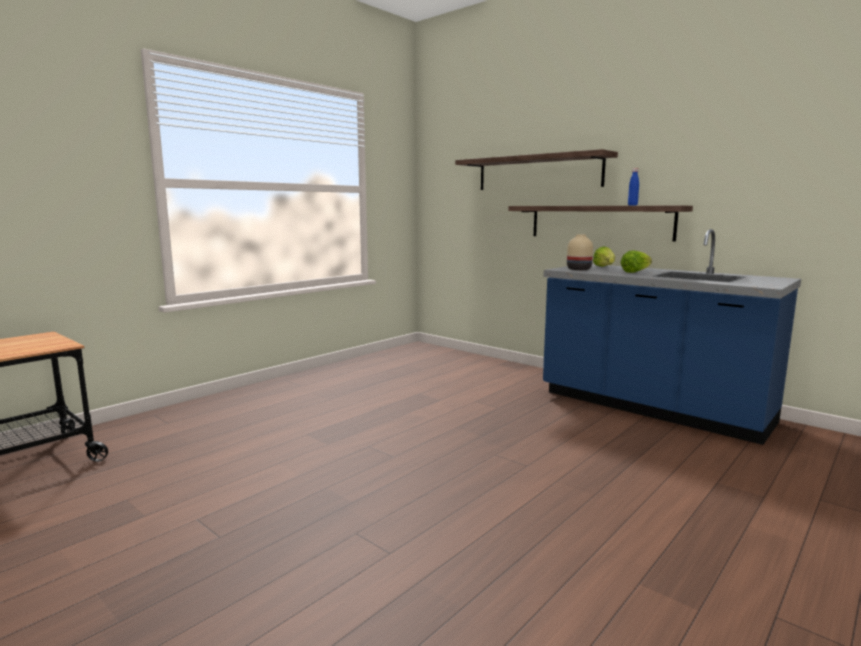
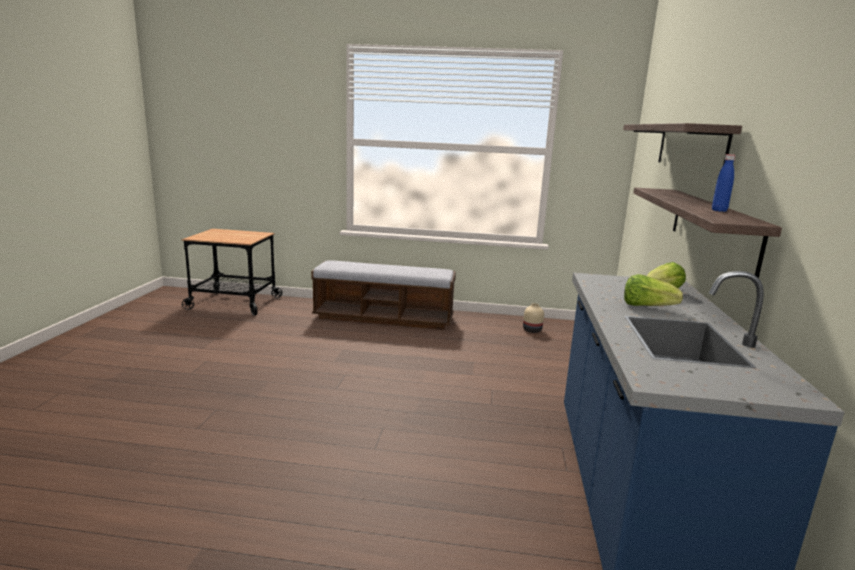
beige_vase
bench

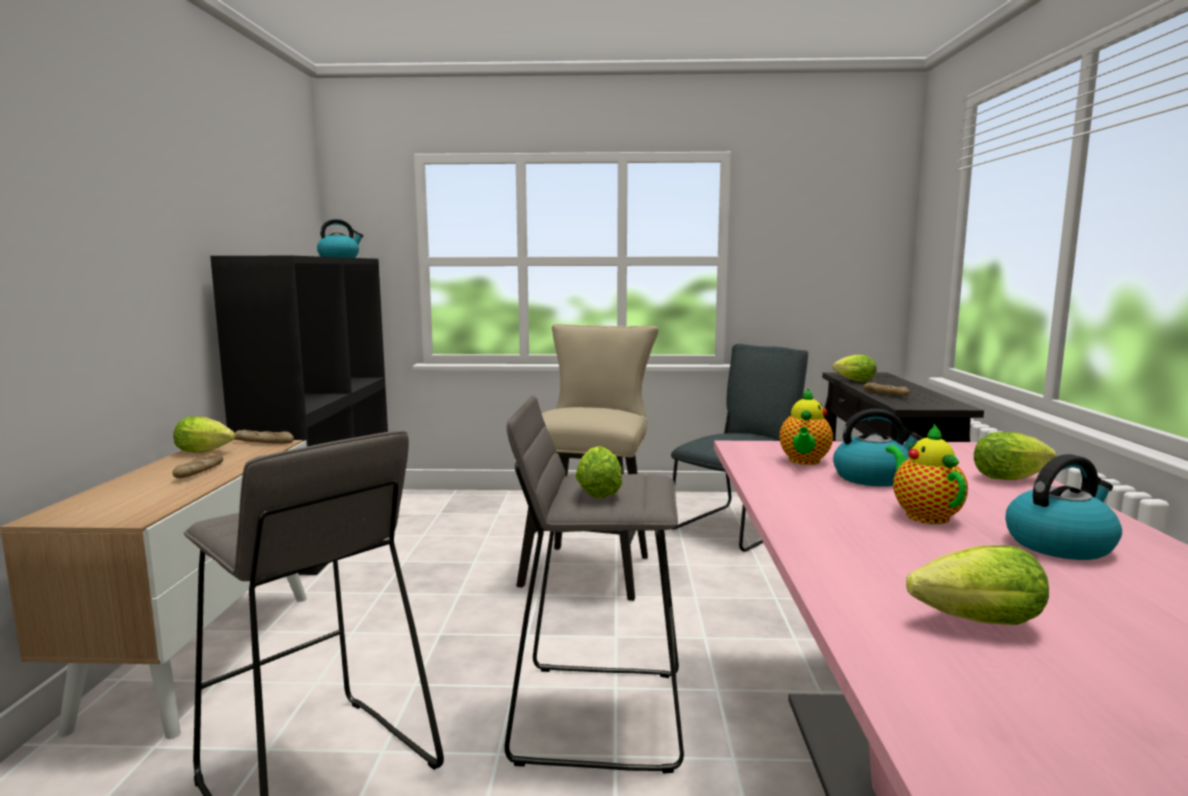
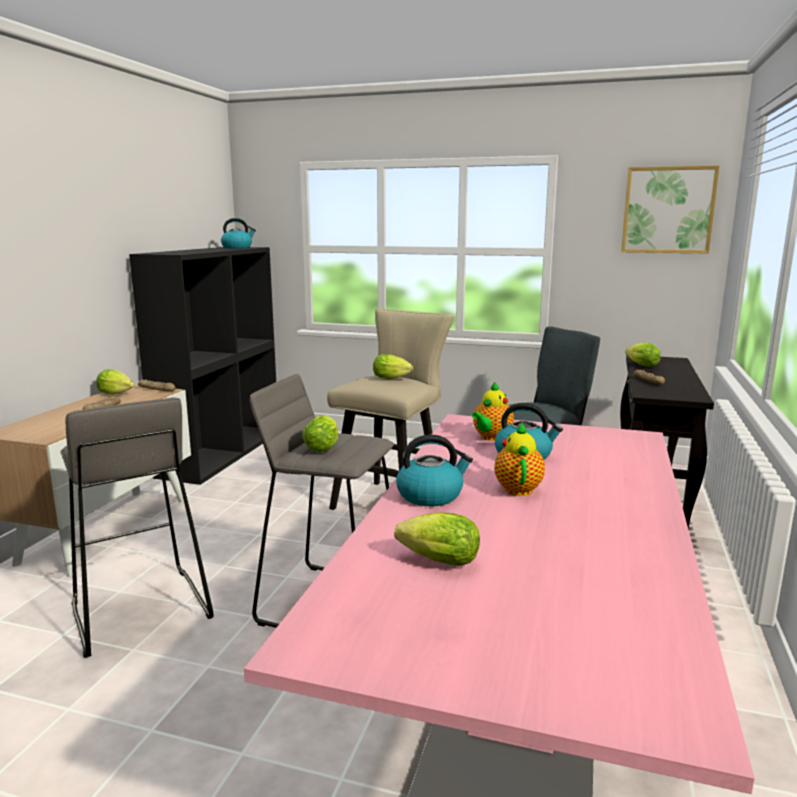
lettuce (no. 3 from left)
kettle (no. 2 from left)
picture

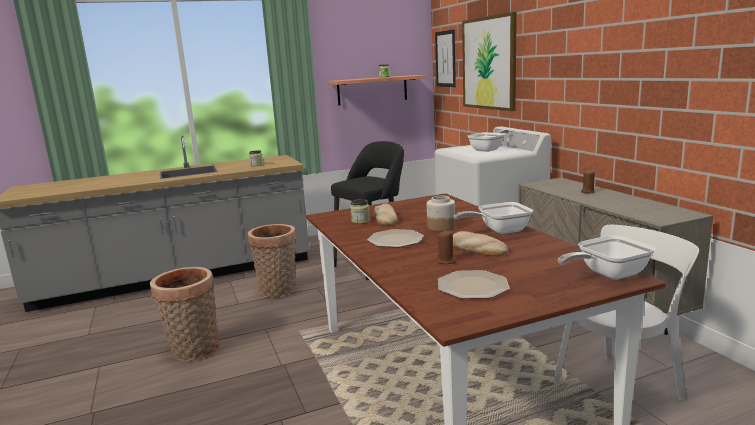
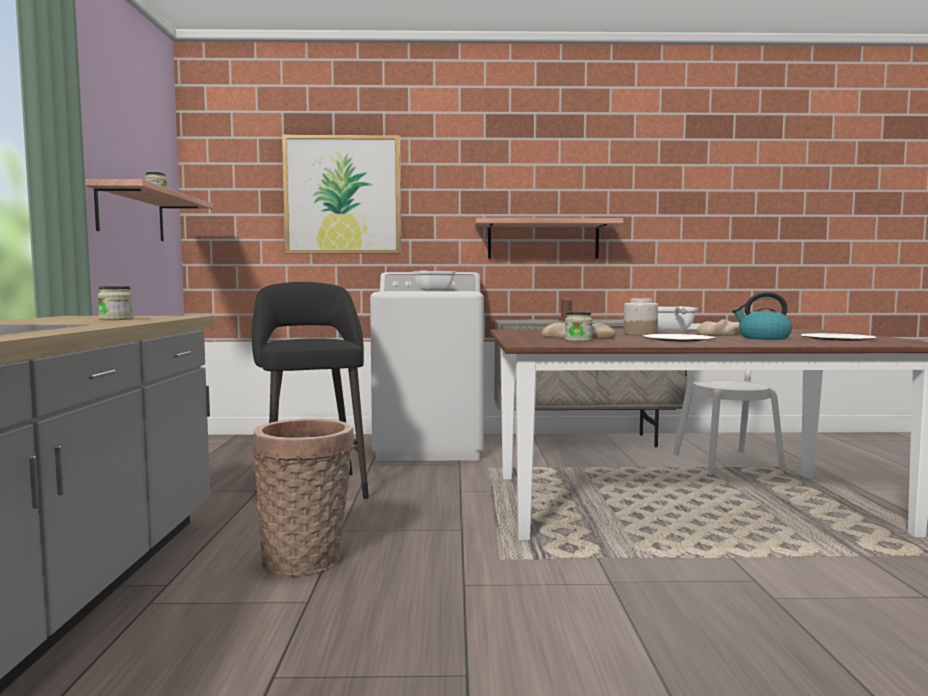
picture (no. 1 from left in the first image)
kettle
frying_pan (no. 3 from left in the first image)
basket (no. 1 from left in the first image)
shelf (no. 2 from left)

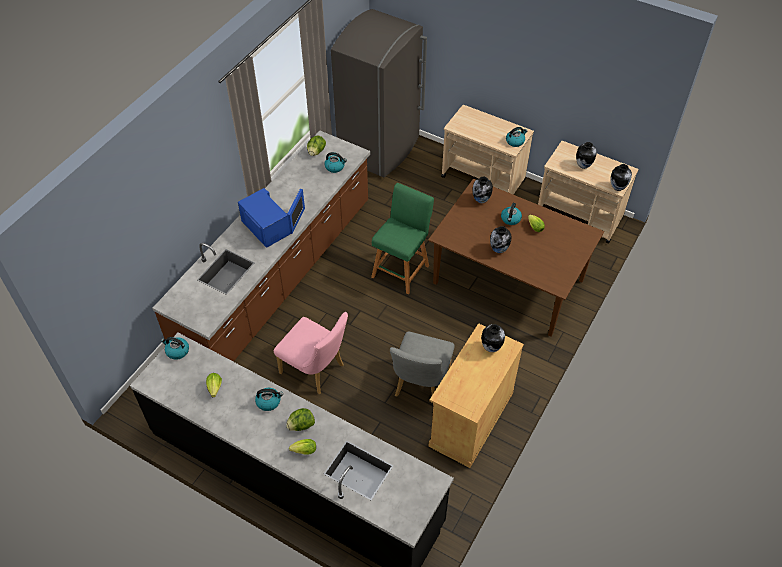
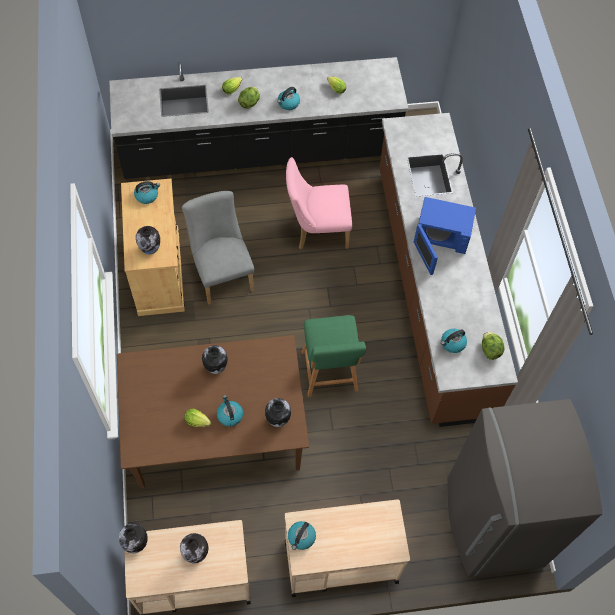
kettle (no. 1 from left)

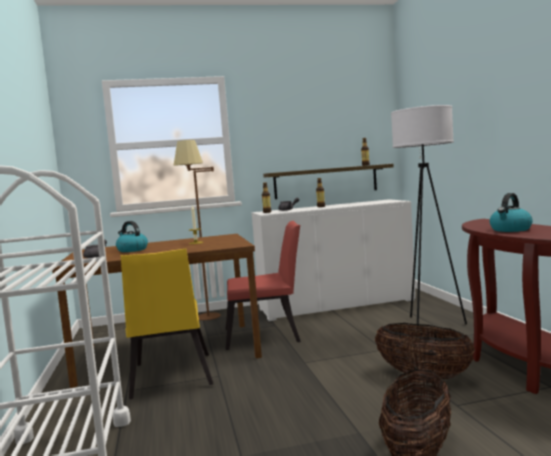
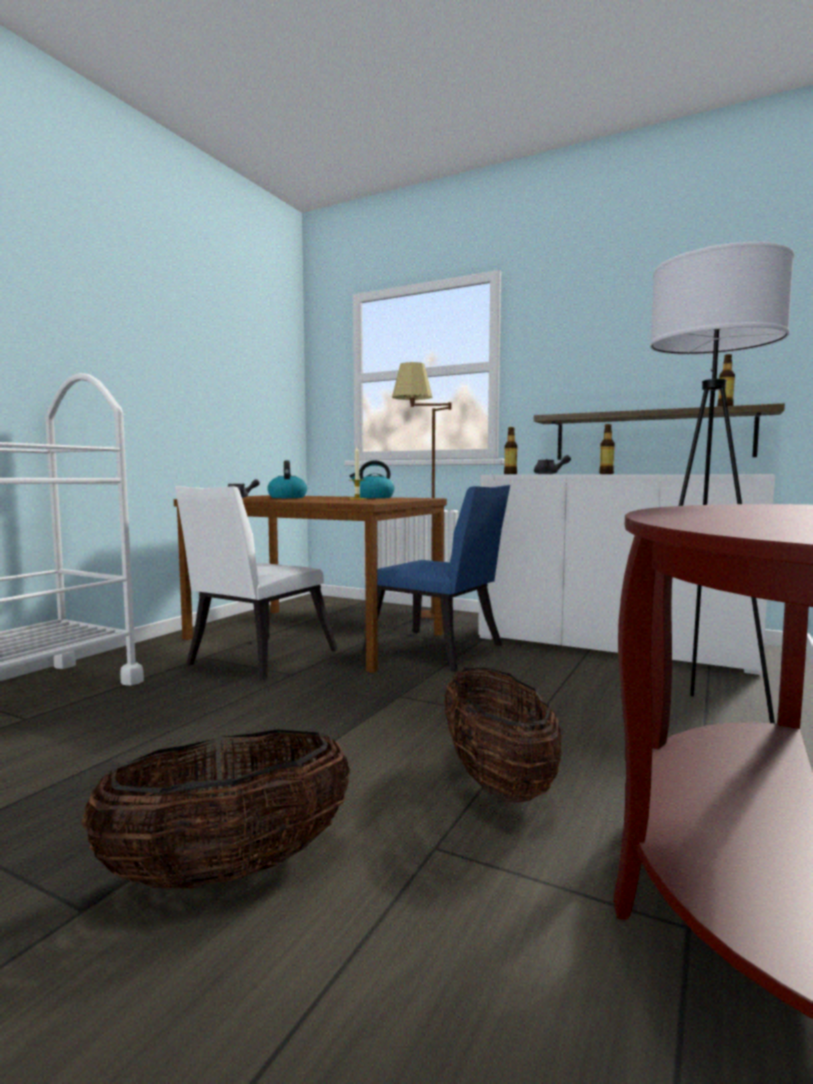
kettle (no. 2 from left)
blue_chair
white_chair

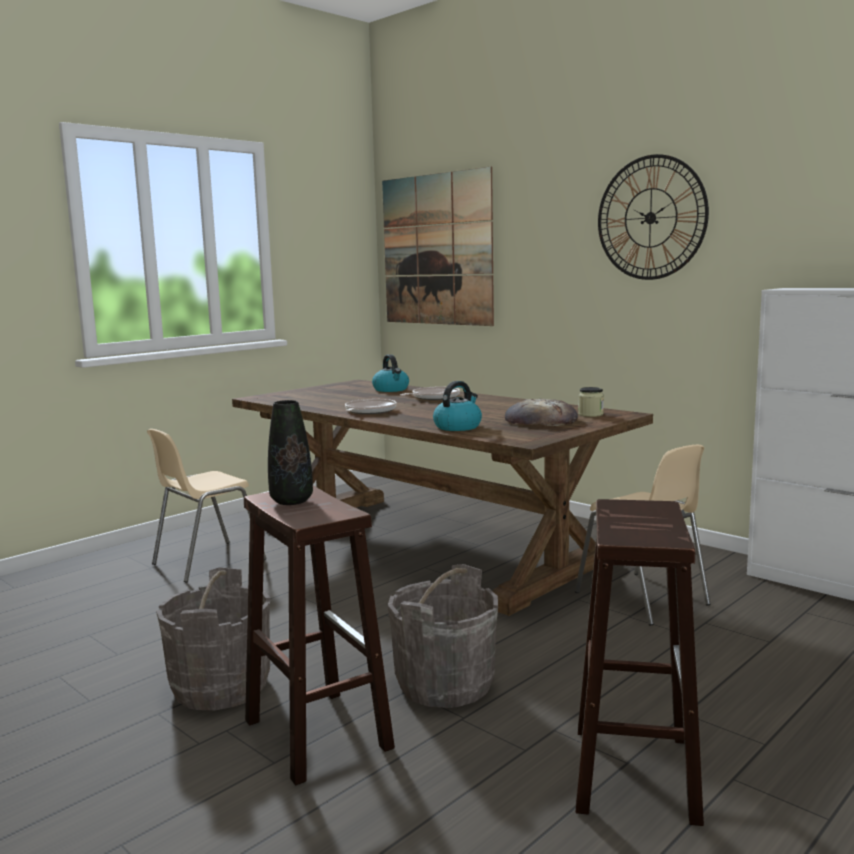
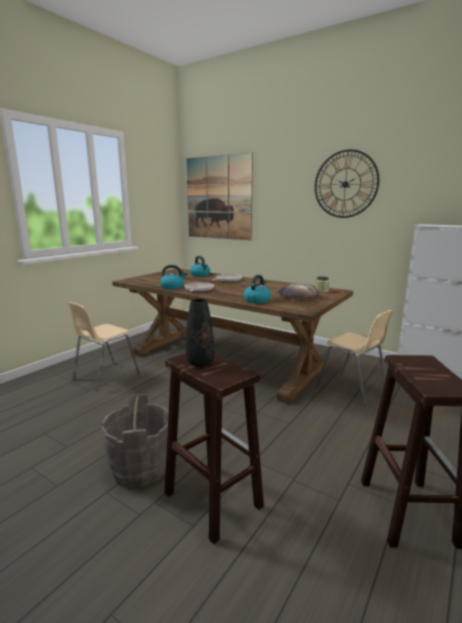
grey_bucket (no. 2 from left in the first image)
kettle (no. 1 from left)

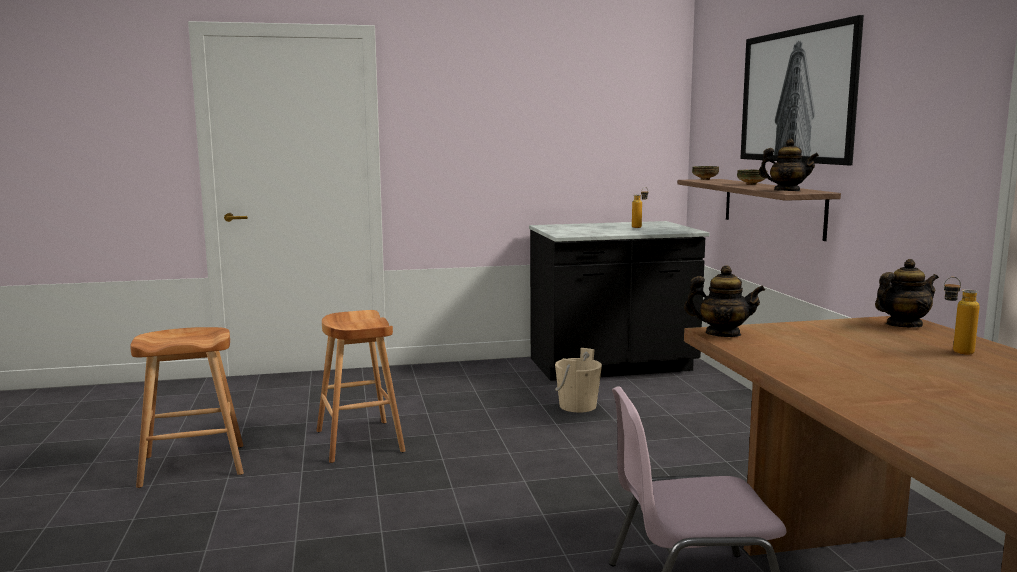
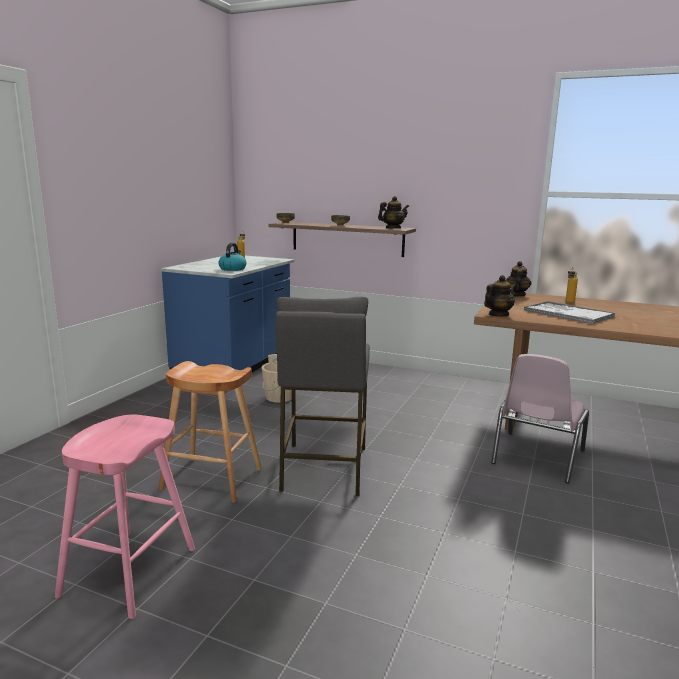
picture
blue_counter
pink_stool
kettle
grey_stool
tray

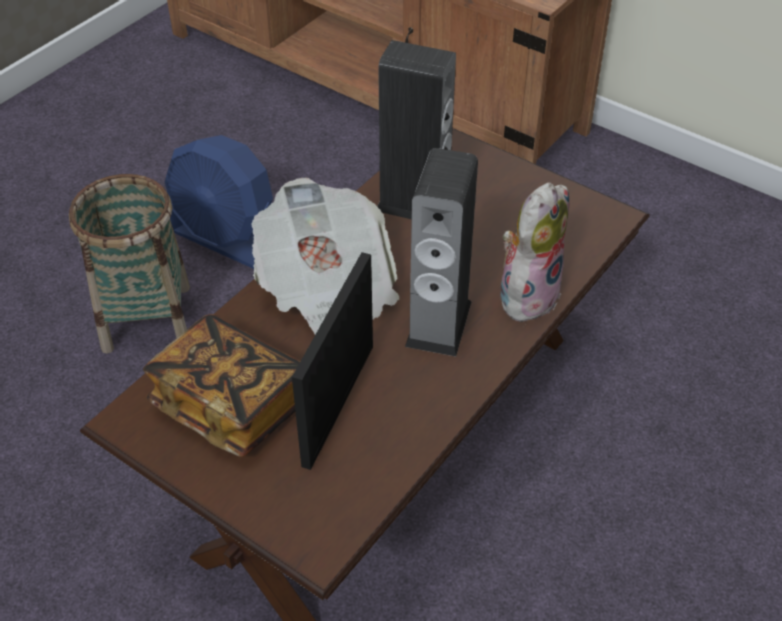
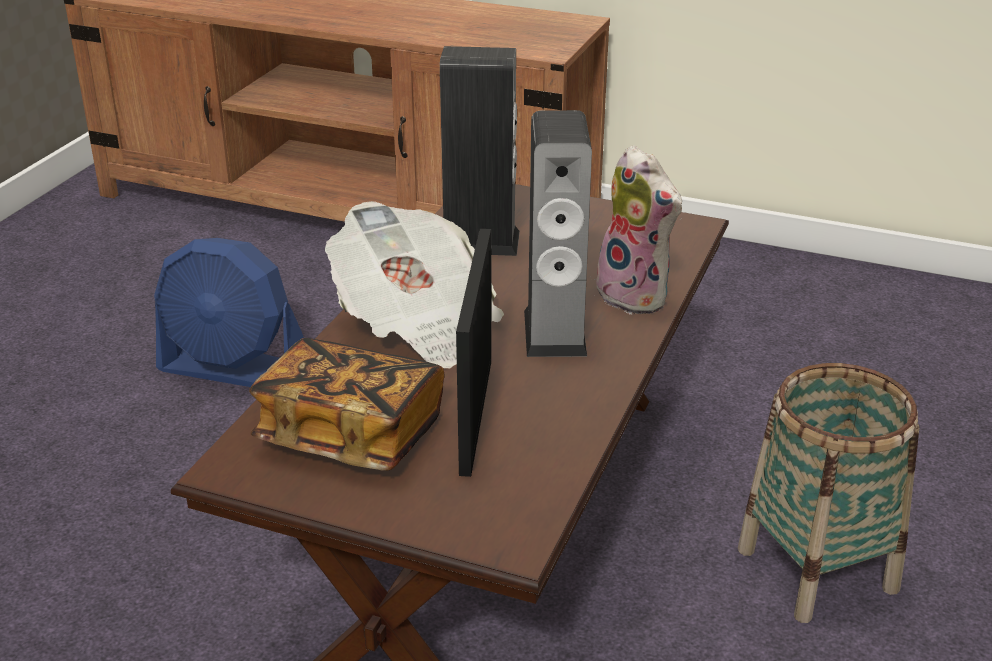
basket
plush_toy

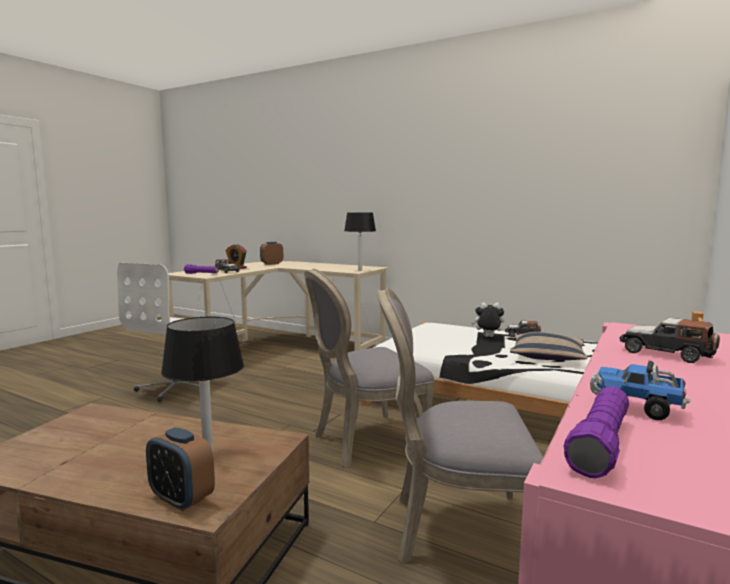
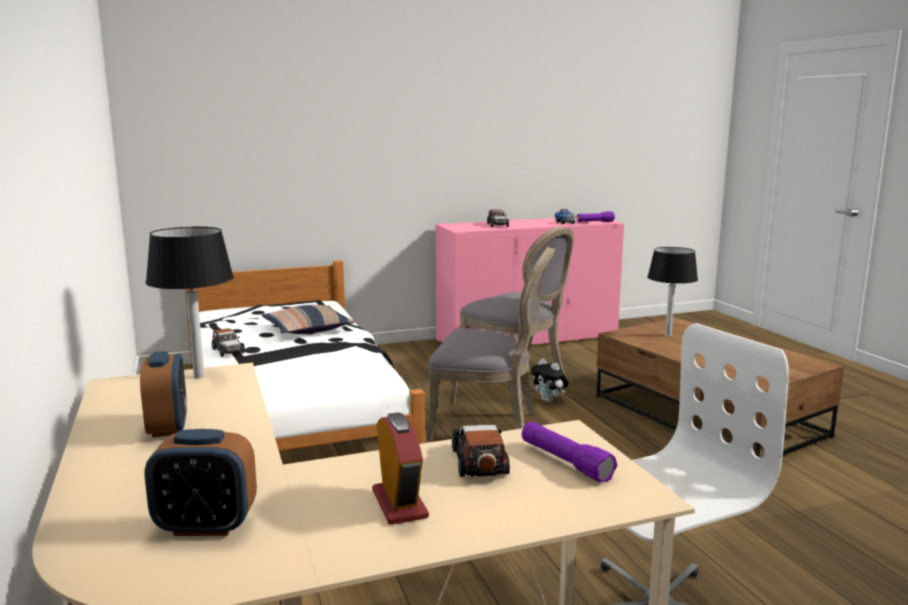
plush_toy
alarm_clock (no. 1 from left)

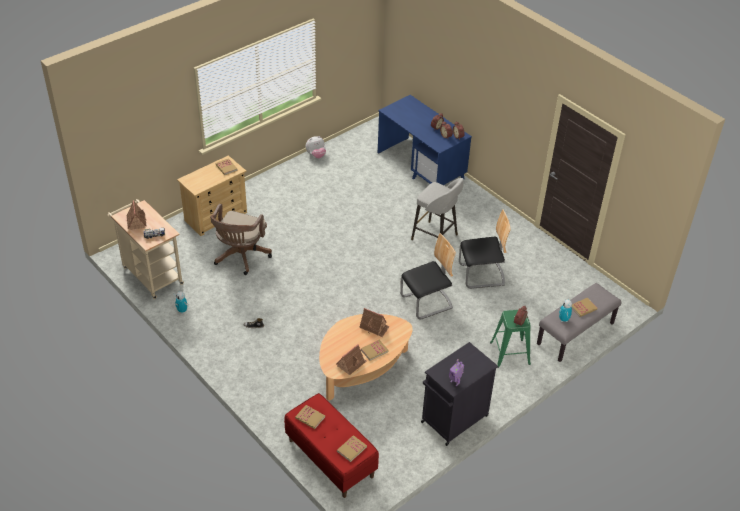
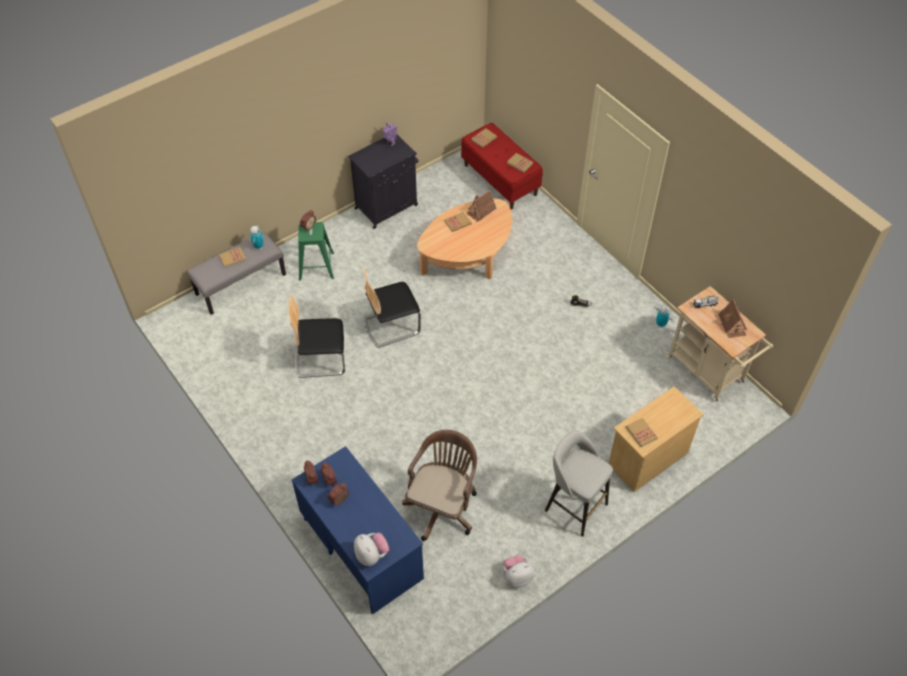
grey_stool
brown_office_chair
toy_house (no. 3 from left in the first image)
plush_toy (no. 1 from left)

